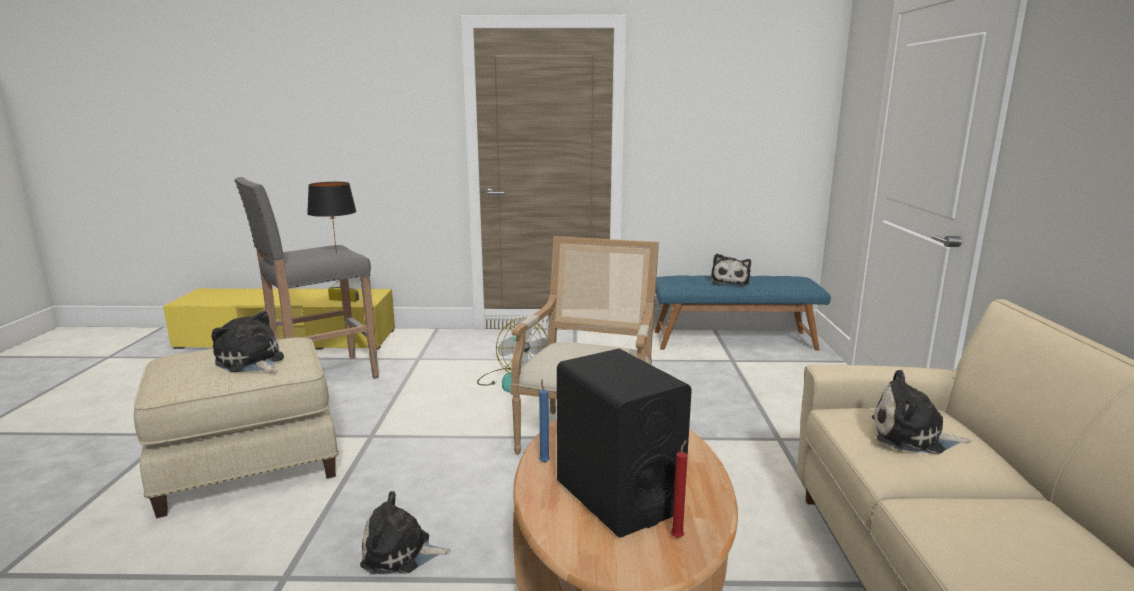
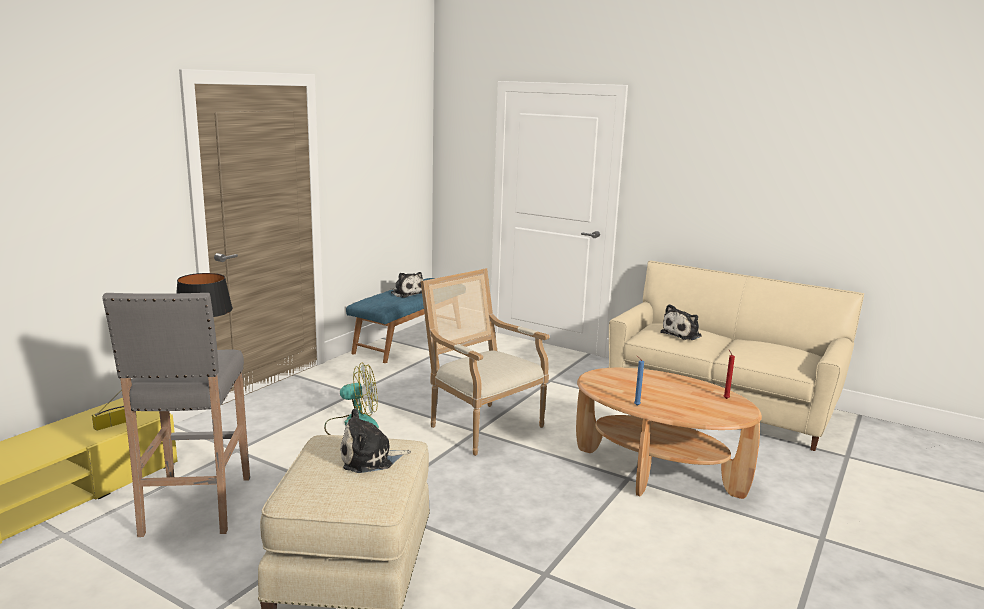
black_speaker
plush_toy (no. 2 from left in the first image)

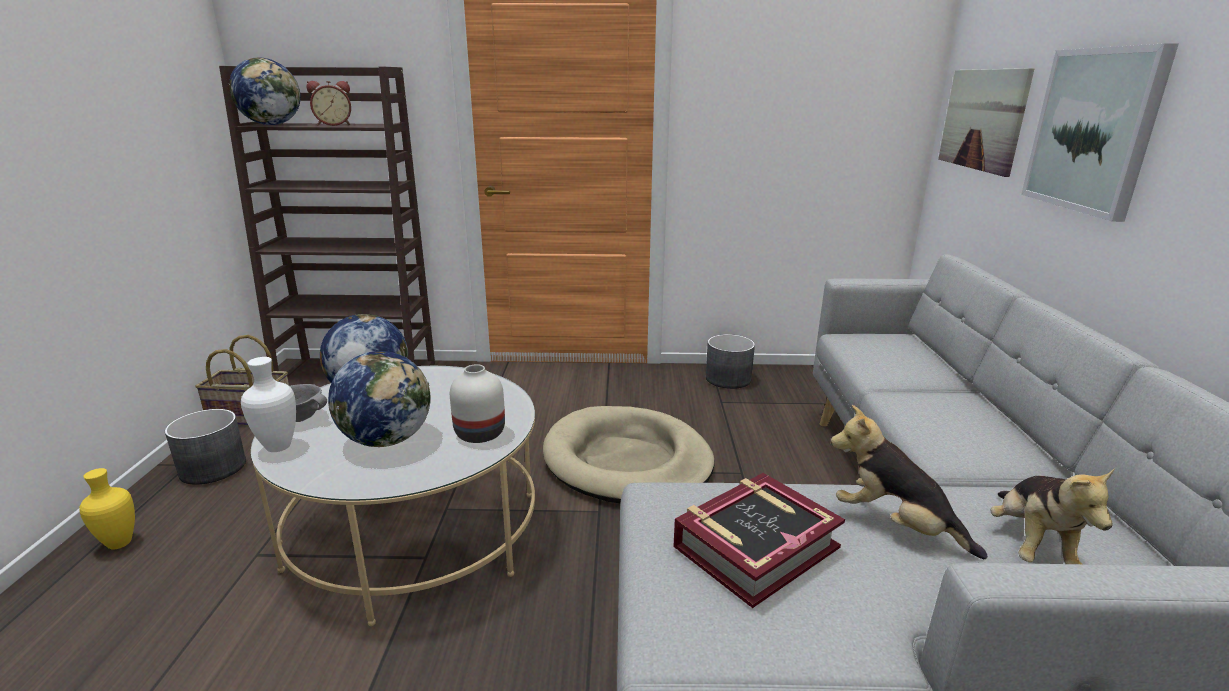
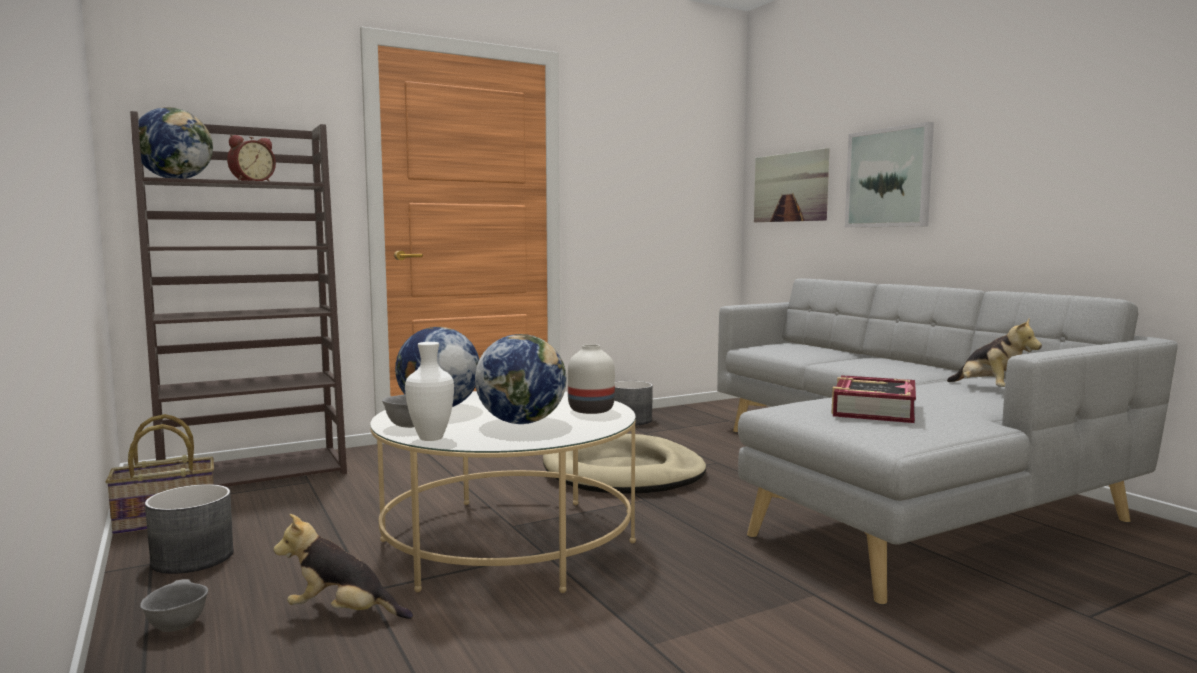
plush_toy (no. 1 from left)
grey_bowl (no. 1 from left)

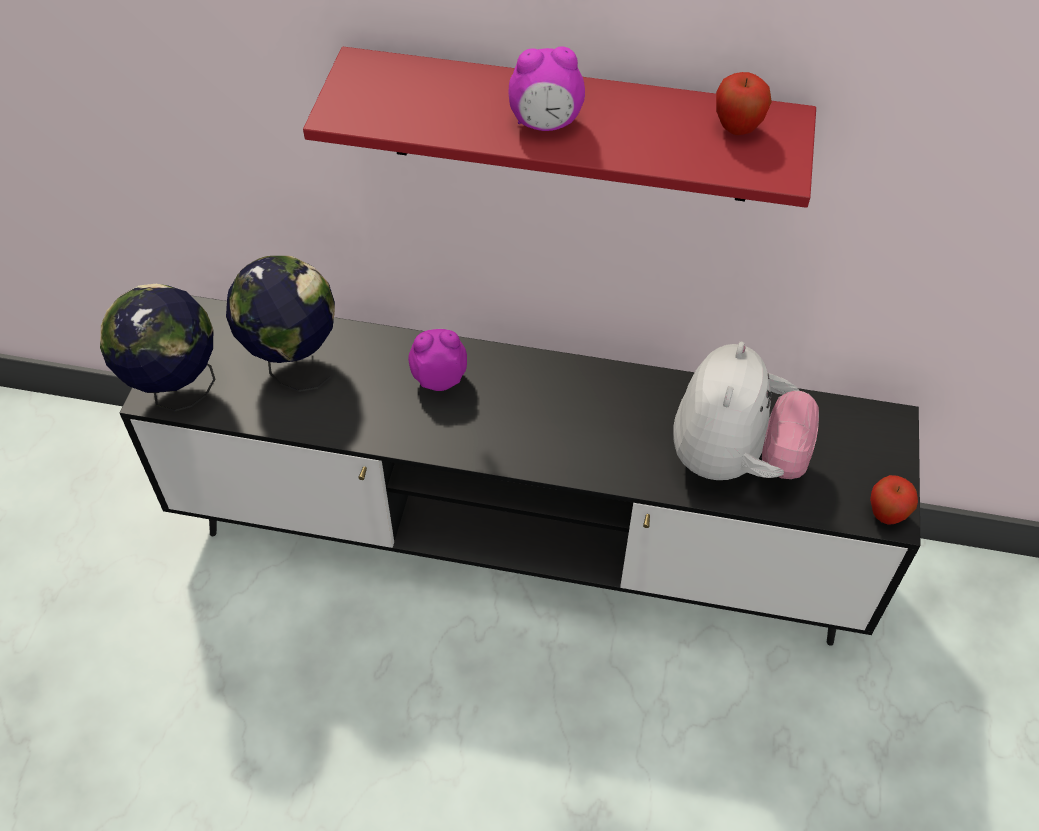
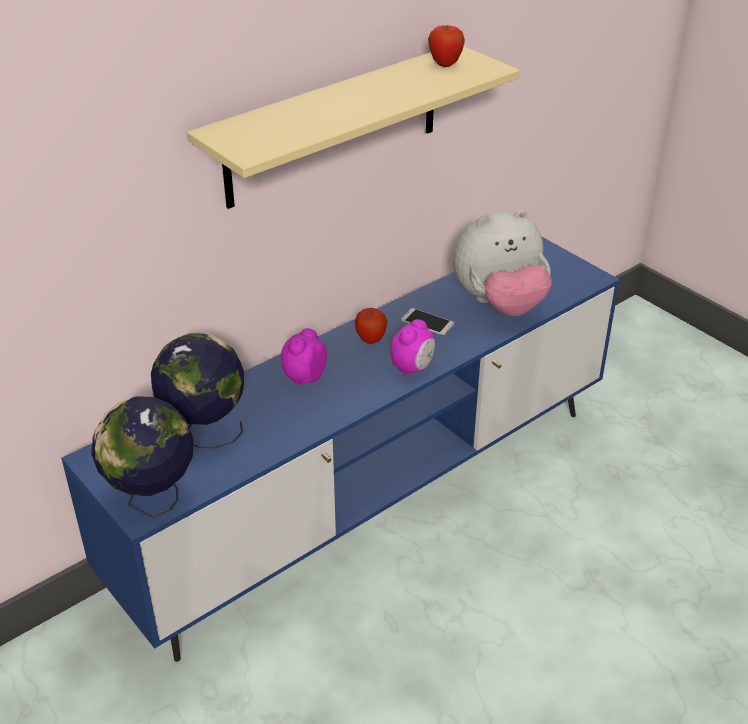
alarm_clock (no. 2 from left)
beige_shelf
blue_tv_stand
plush_toy
apple (no. 1 from left)
phone

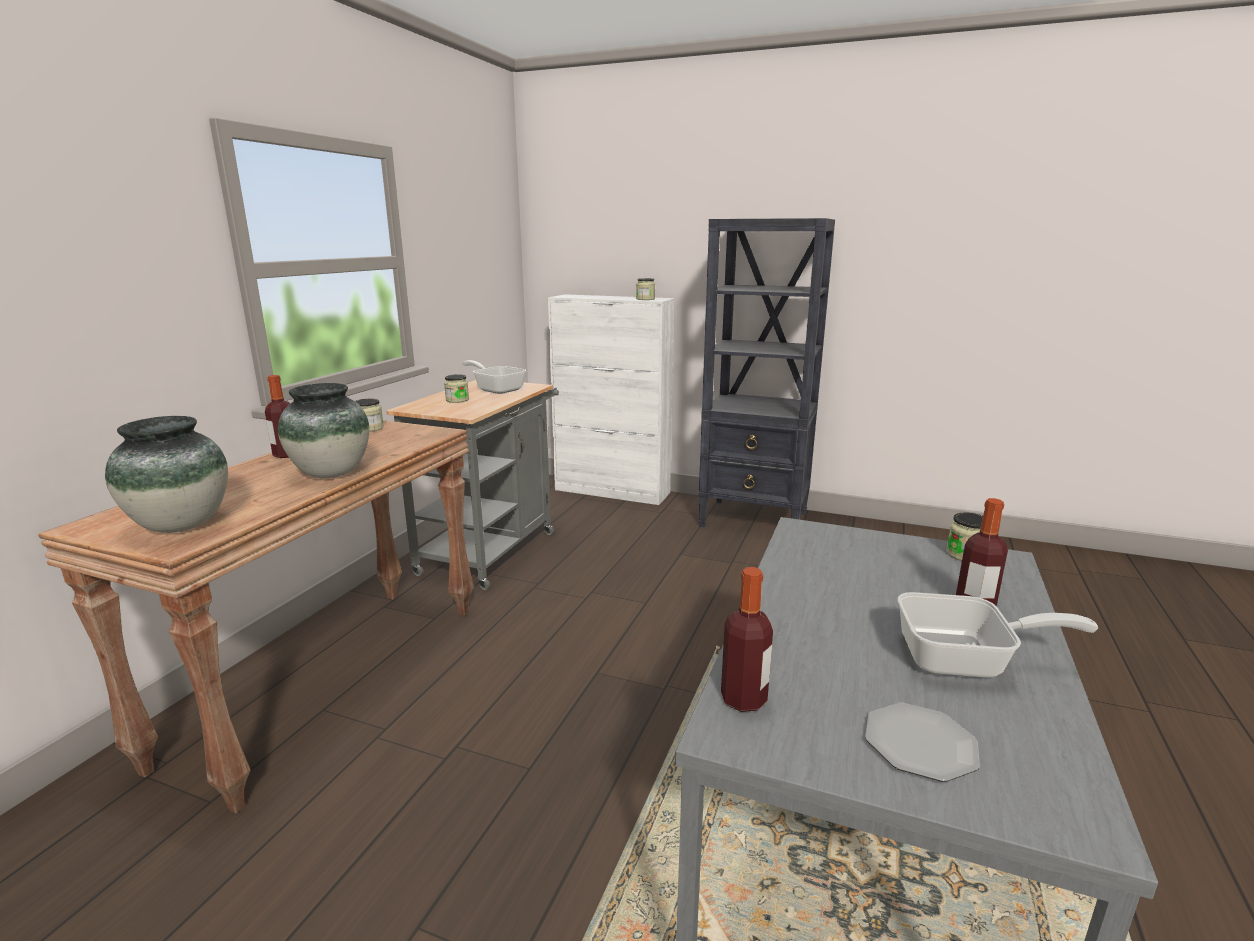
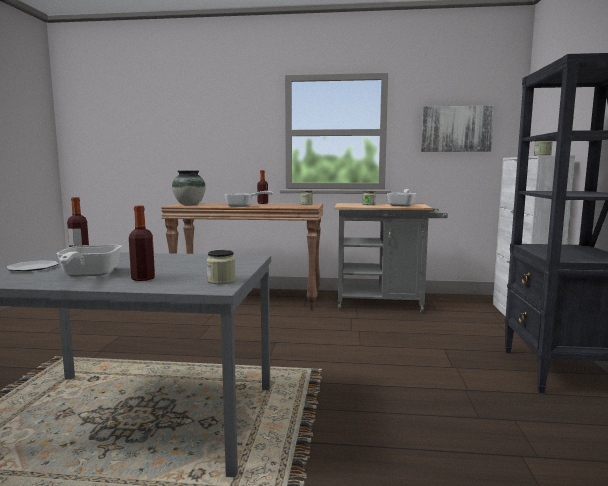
frying_pan (no. 2 from left)
picture

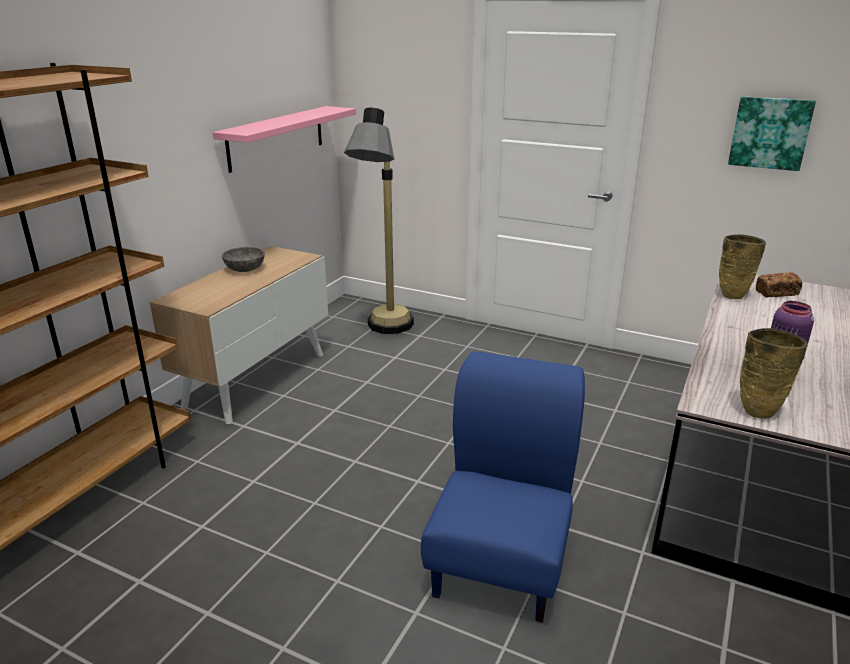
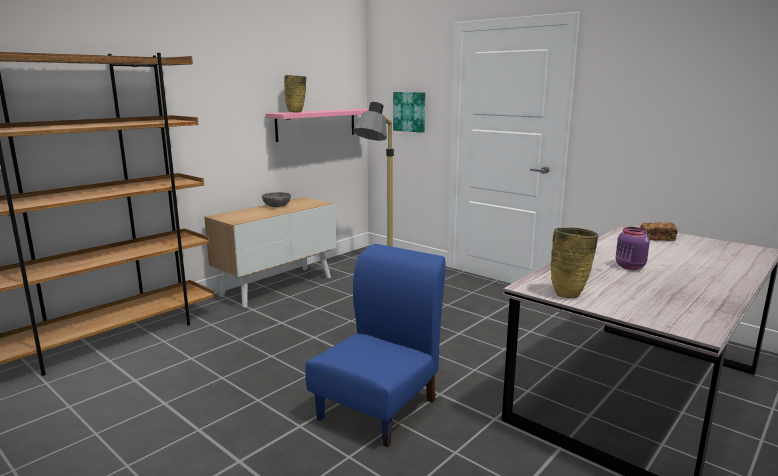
picture
beige_vase (no. 1 from left)

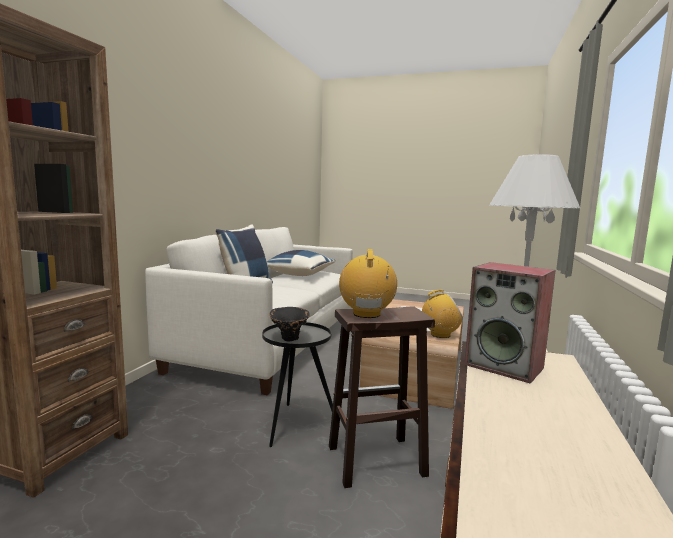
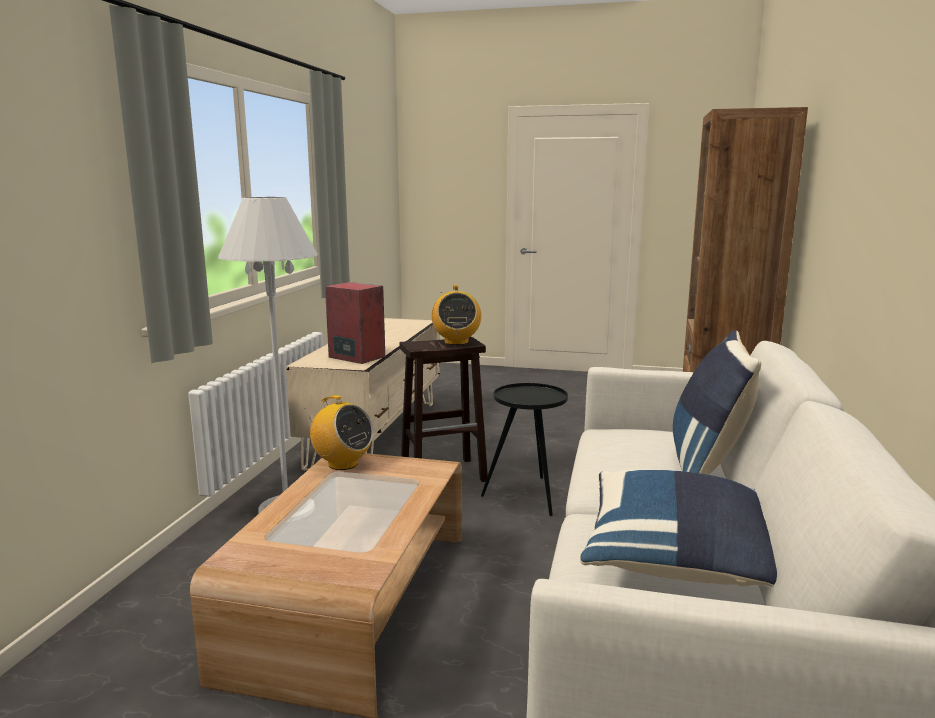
radio (no. 1 from left)
black_vase

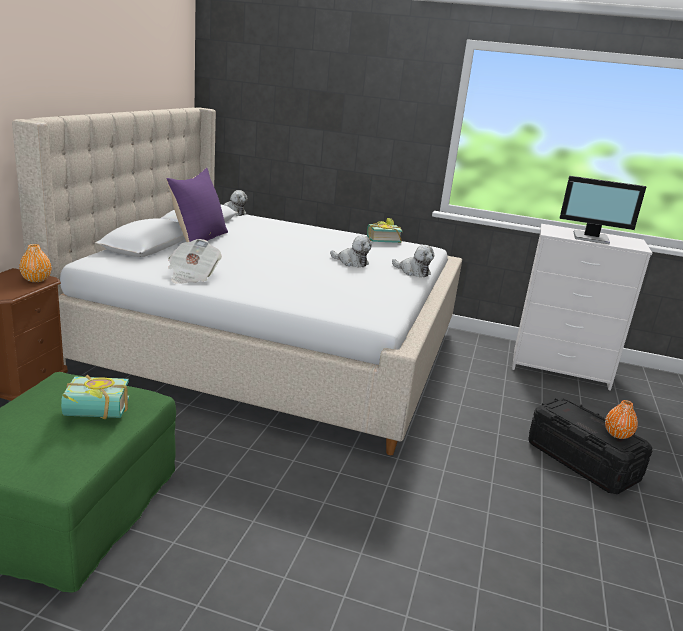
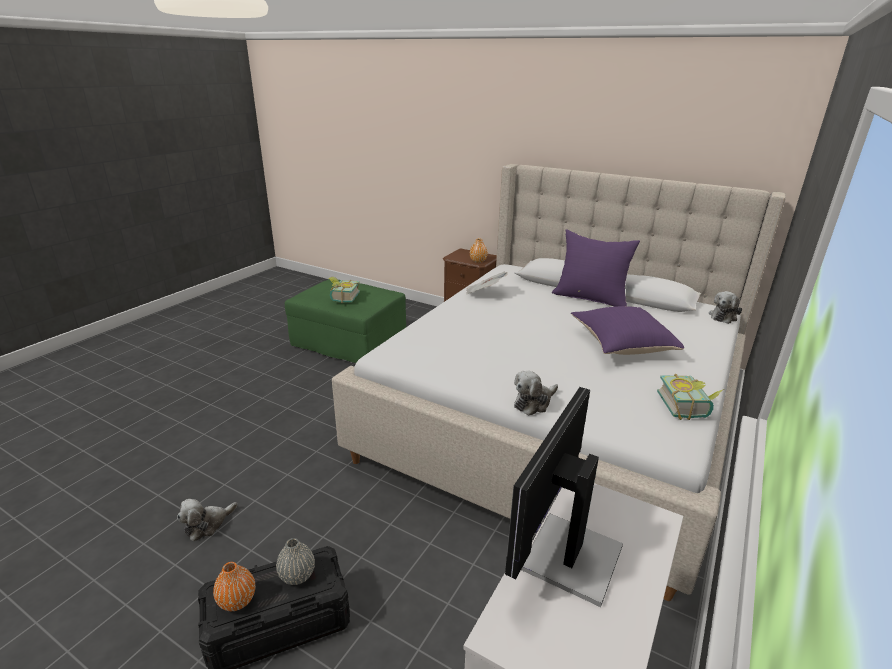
plush_toy (no. 1 from left)
purple_pillow (no. 2 from left)
grey_vase

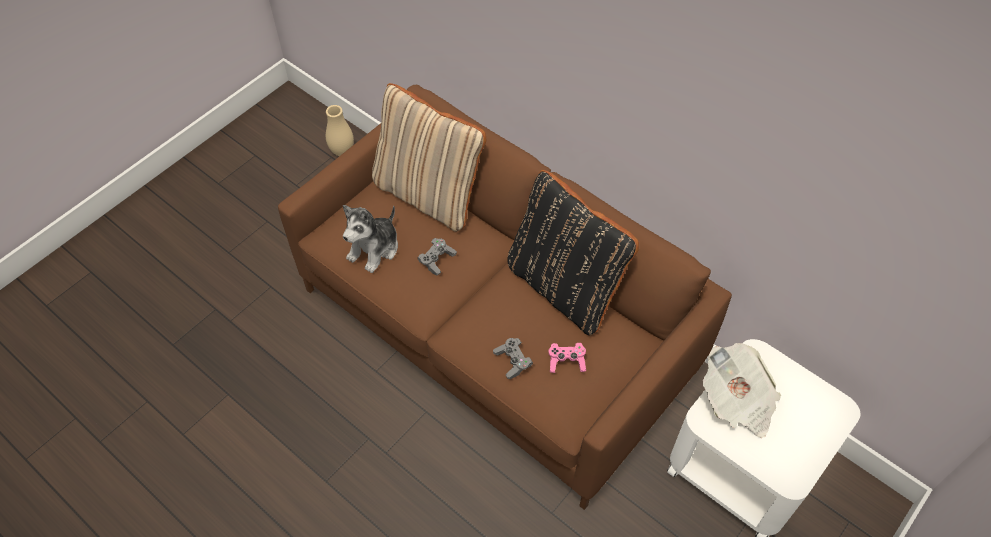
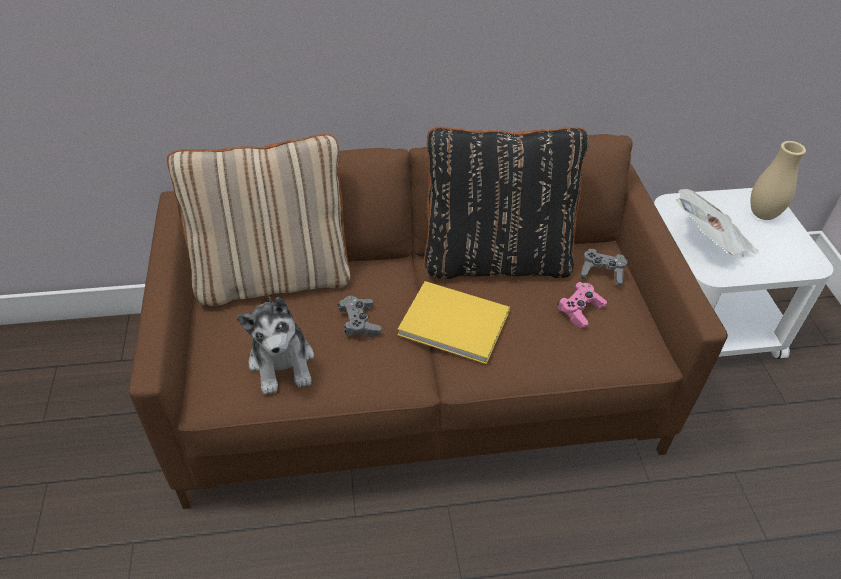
beige_vase
grey_game_controller (no. 2 from left)
yellow_book

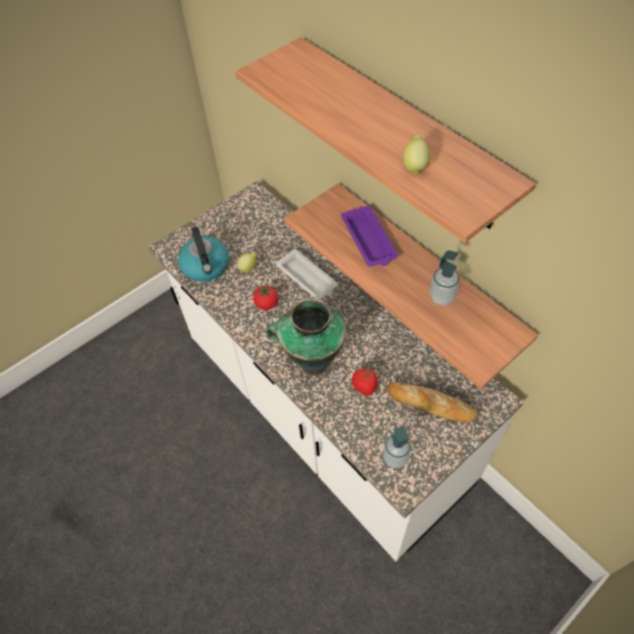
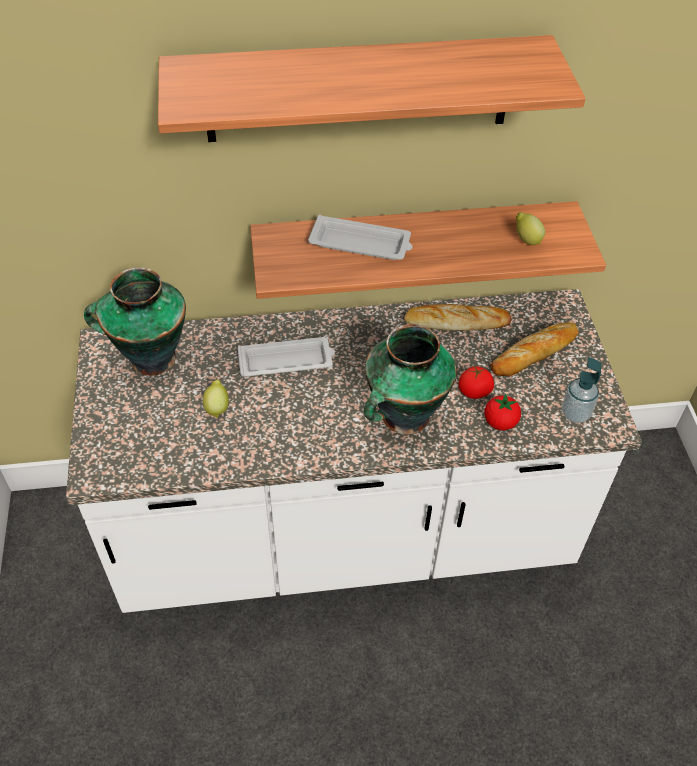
lemon (no. 2 from left)
white_tray (no. 2 from left)
kettle
soap_dispenser (no. 2 from left in the first image)
tomato (no. 2 from left)
vase (no. 1 from left)
bread (no. 1 from left)

